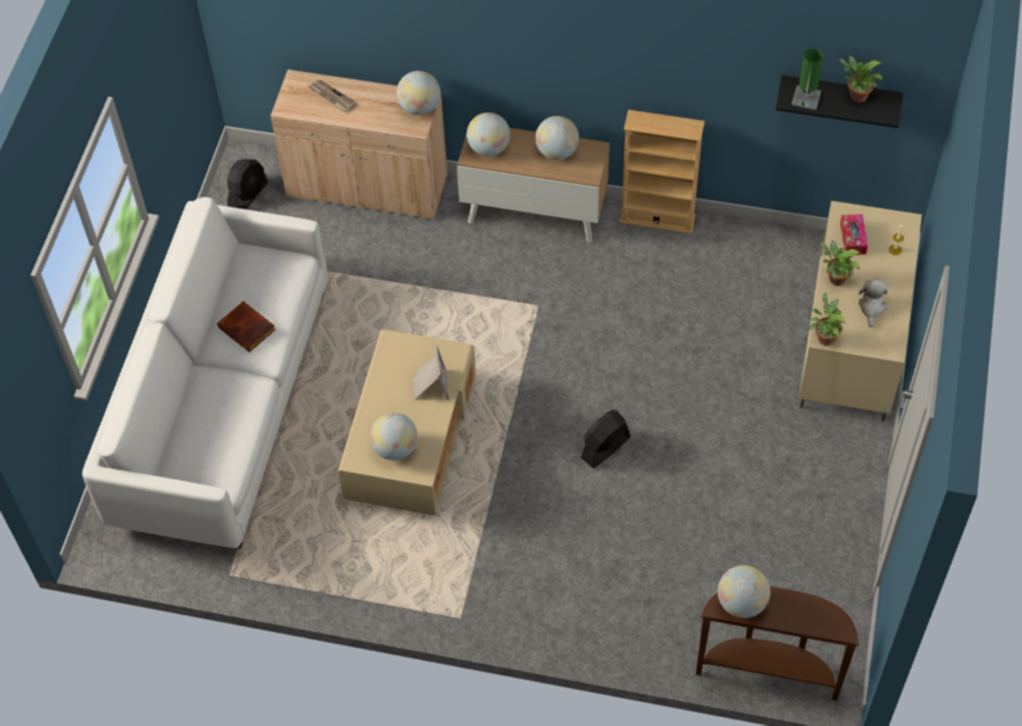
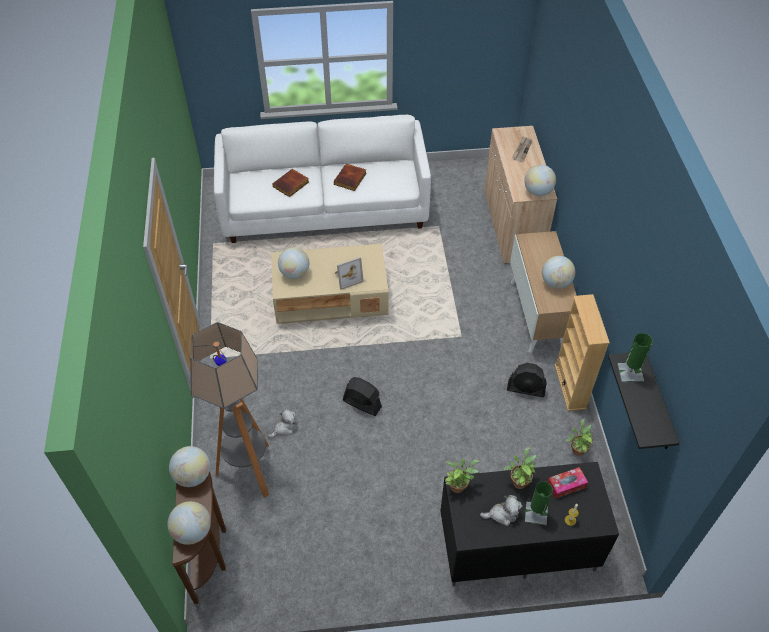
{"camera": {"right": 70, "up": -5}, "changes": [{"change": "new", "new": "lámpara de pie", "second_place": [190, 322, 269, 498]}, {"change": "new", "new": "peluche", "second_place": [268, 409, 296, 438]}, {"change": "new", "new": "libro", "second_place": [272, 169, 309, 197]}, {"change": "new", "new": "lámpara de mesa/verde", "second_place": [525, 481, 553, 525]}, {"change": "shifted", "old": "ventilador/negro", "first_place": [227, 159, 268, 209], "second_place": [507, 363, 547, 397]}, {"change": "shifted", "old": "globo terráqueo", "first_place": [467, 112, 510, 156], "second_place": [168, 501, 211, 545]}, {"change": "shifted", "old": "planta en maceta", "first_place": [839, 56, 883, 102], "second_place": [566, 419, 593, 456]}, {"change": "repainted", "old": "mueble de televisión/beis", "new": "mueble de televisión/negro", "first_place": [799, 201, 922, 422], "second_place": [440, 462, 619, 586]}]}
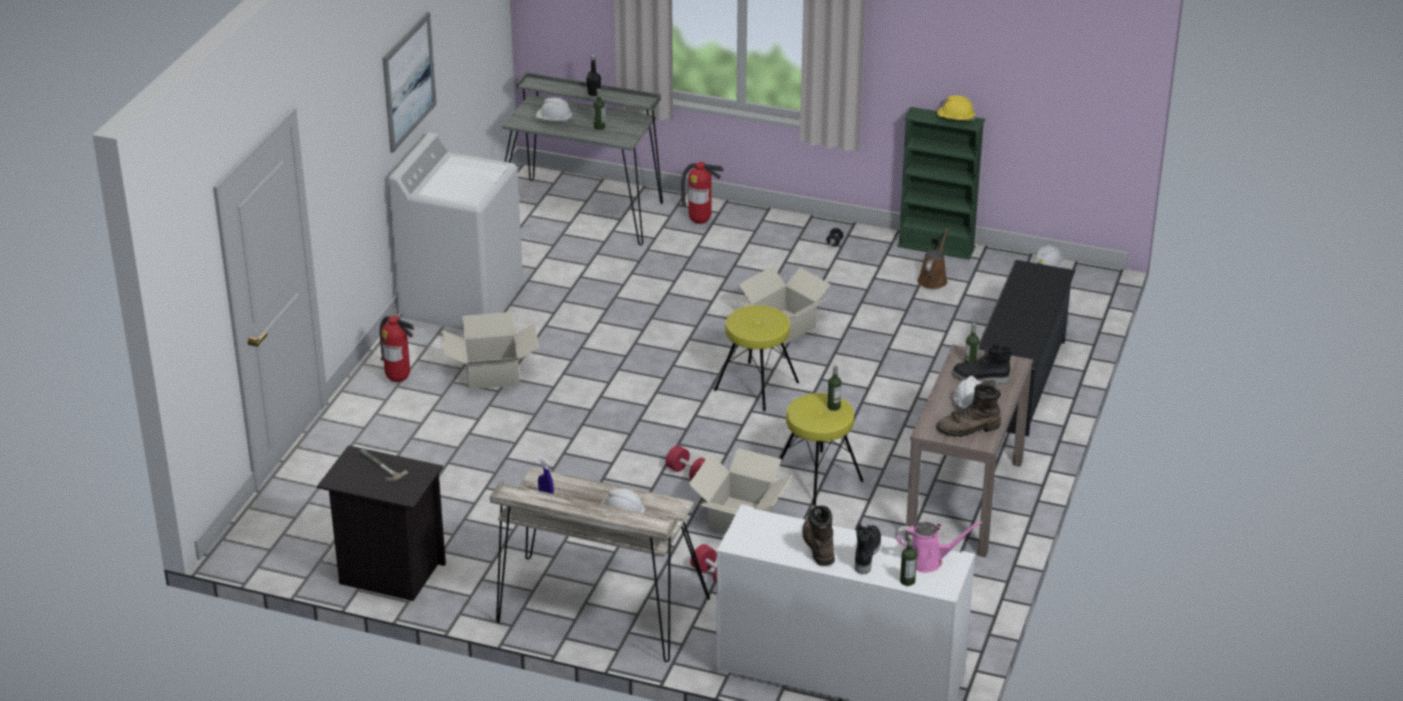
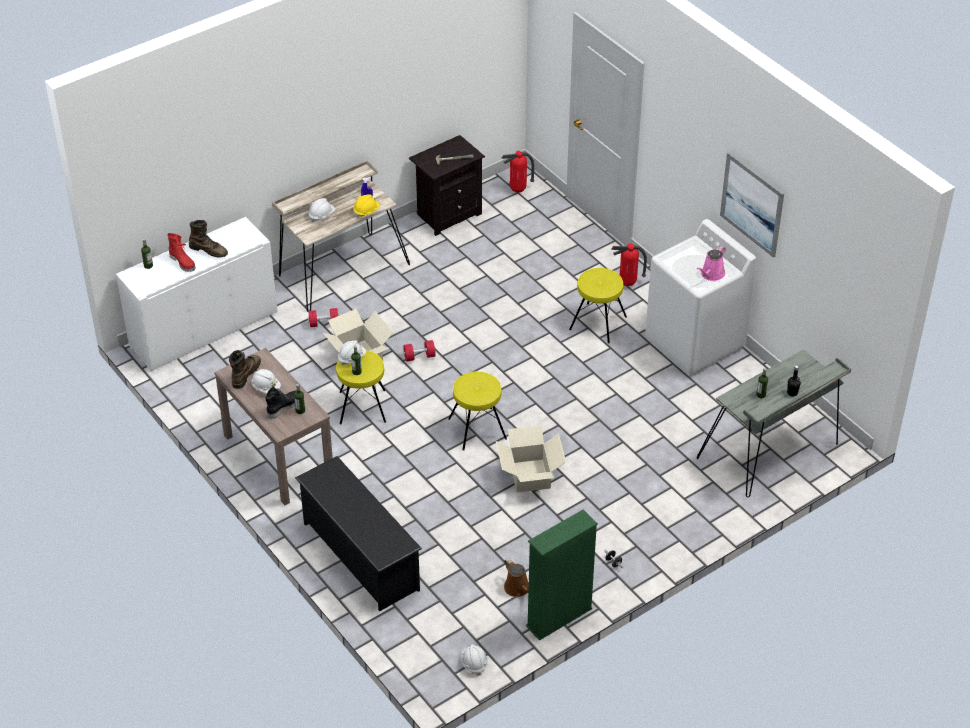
{"camera": {"right": 125, "up": 10}, "changes": [{"change": "shifted", "old": "casco/blanco", "first_place": [536, 97, 573, 122], "second_place": [338, 341, 366, 366]}, {"change": "shifted", "old": "extintor", "first_place": [681, 162, 724, 224], "second_place": [502, 151, 534, 193]}, {"change": "shifted", "old": "regadera/rosa", "first_place": [895, 521, 982, 573], "second_place": [697, 246, 726, 281]}, {"change": "shifted", "old": "casco/amarillo", "first_place": [937, 95, 975, 121], "second_place": [353, 195, 380, 217]}, {"change": "swapped", "old": "caja de cartón", "new": "taburete/amarillo", "first_place": [442, 312, 539, 389], "second_place": [569, 268, 627, 344]}, {"change": "repainted", "old": "bota/negro", "new": "bota/rojo", "first_place": [855, 522, 881, 574], "second_place": [167, 233, 196, 272]}]}
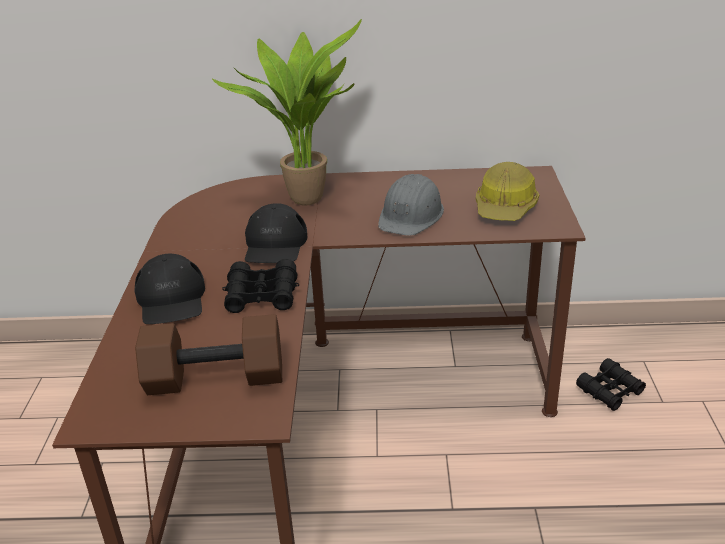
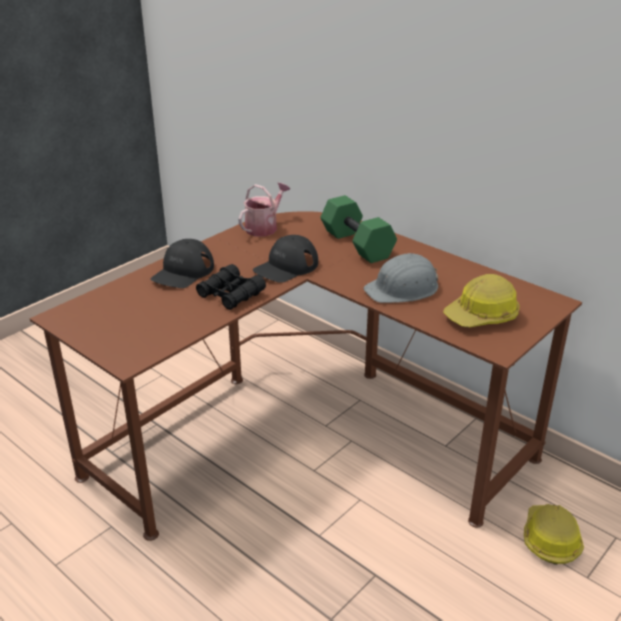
{"camera": {"right": 40, "up": 0}, "changes": [{"change": "gone", "old": "mancuerna/marrón", "first_place": [135, 314, 282, 395]}, {"change": "new", "new": "regadera", "second_place": [238, 183, 290, 236]}, {"change": "swapped", "old": "planta en maceta", "new": "mancuerna/verde", "first_place": [212, 19, 362, 206], "second_place": [320, 195, 397, 263]}, {"change": "swapped", "old": "prismáticos/negro", "new": "casco", "first_place": [576, 358, 646, 411], "second_place": [524, 504, 584, 565]}]}
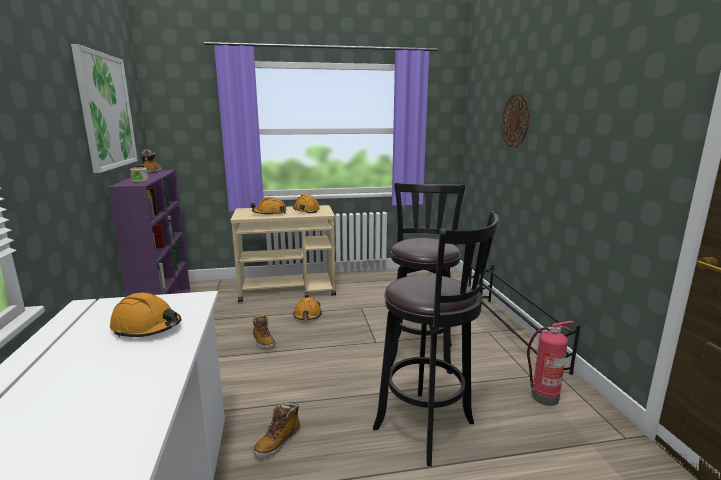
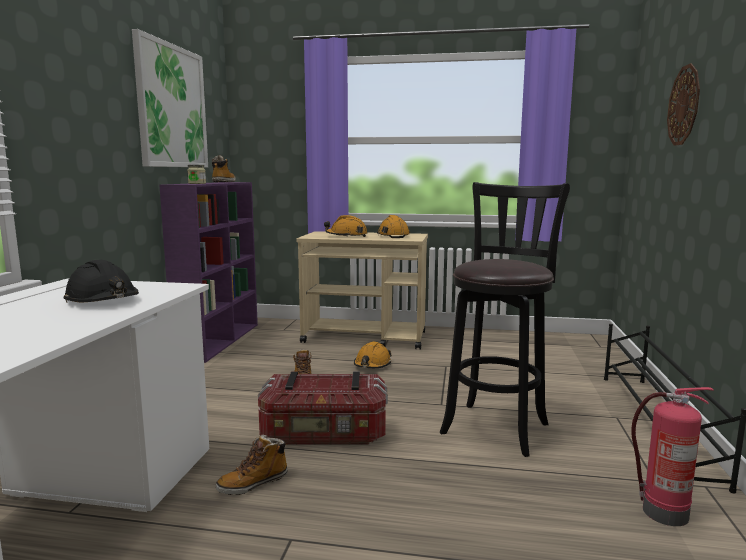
{"camera": {"right": 20, "up": -5}, "changes": [{"change": "gone", "old": "taburete/negro", "first_place": [373, 211, 499, 466]}, {"change": "new", "new": "caja de almacenaje", "second_place": [258, 371, 388, 445]}, {"change": "repainted", "old": "casco/naranja", "new": "casco/negro", "first_place": [110, 293, 182, 338], "second_place": [64, 260, 139, 303]}]}
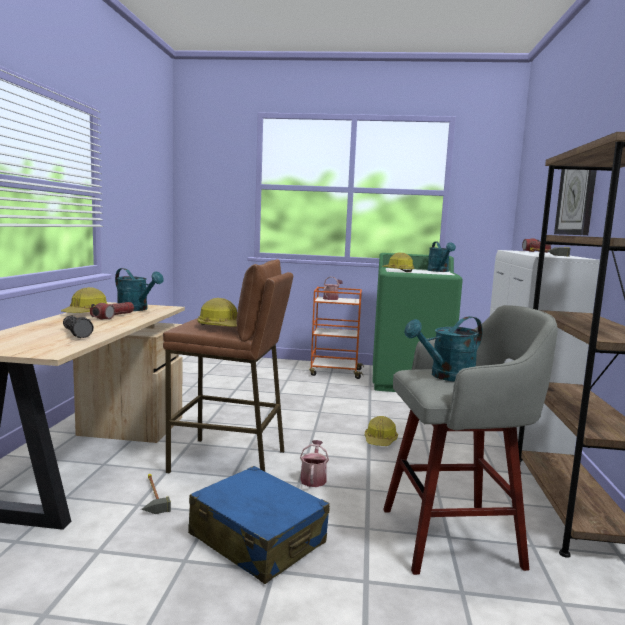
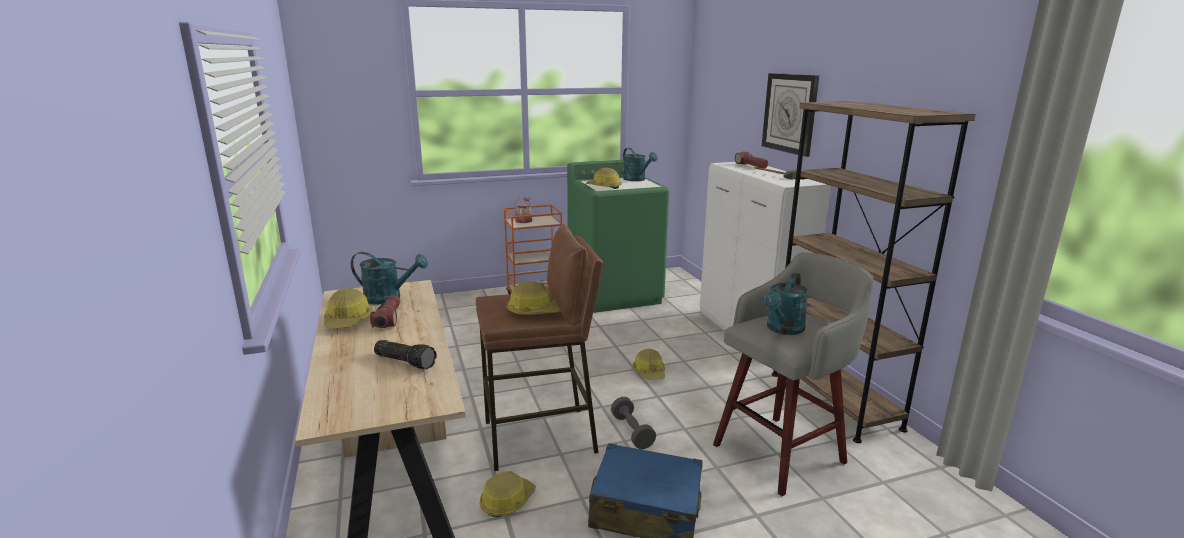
{"camera": {"right": -25, "up": 10}, "changes": [{"change": "swapped", "old": "martillo", "new": "casco", "first_place": [141, 474, 171, 514], "second_place": [480, 471, 536, 517]}, {"change": "swapped", "old": "regadera", "new": "mancuerna/gris", "first_place": [300, 440, 329, 487], "second_place": [611, 397, 656, 449]}]}
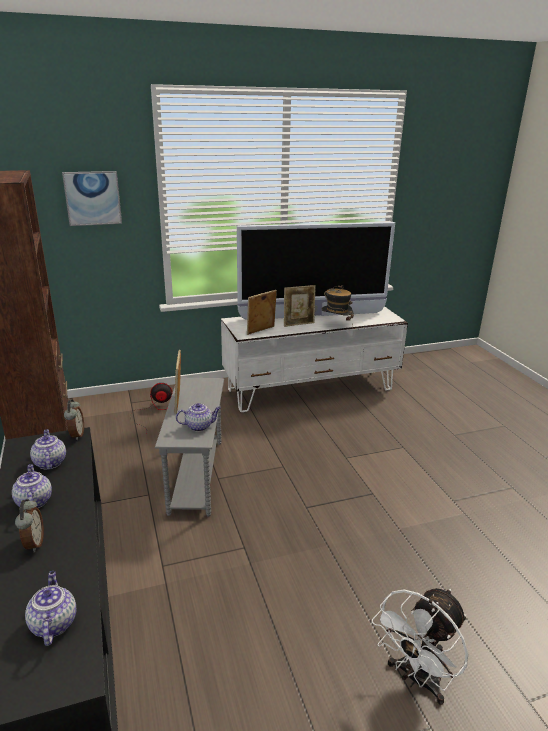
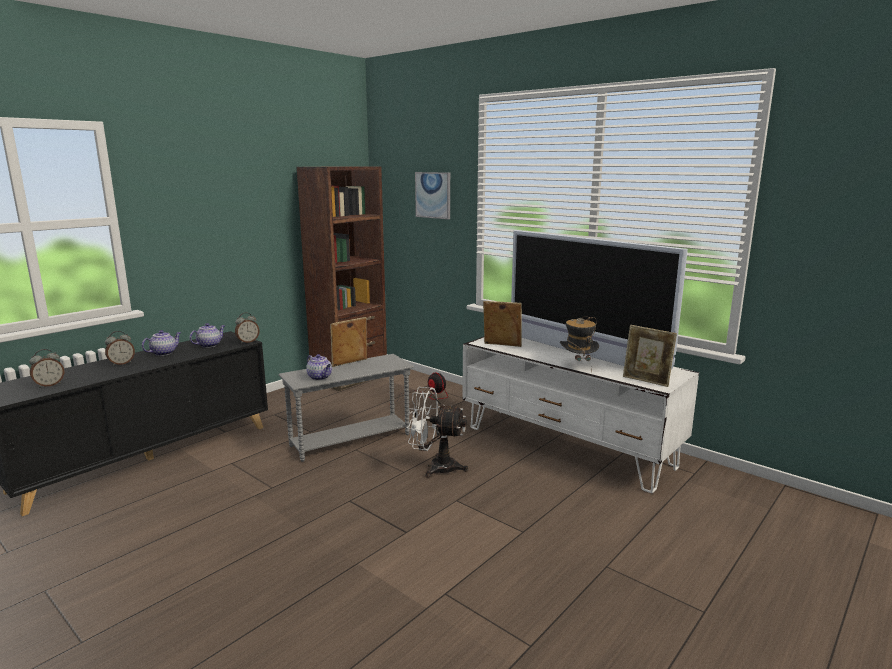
{"camera": {"right": 60, "up": -10}, "changes": [{"change": "shifted", "old": "portarretratos", "first_place": [284, 285, 316, 327], "second_place": [623, 325, 677, 387]}, {"change": "shifted", "old": "ventilador/blanco", "first_place": [372, 588, 468, 705], "second_place": [407, 387, 468, 478]}, {"change": "swapped", "old": "tetera", "new": "despertador", "first_place": [25, 571, 76, 646], "second_place": [29, 349, 64, 388]}]}
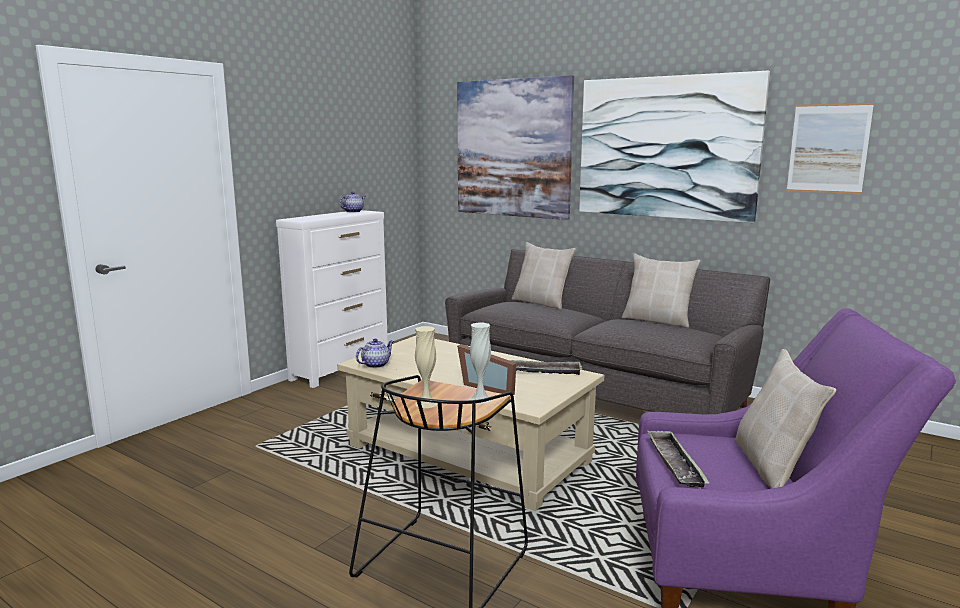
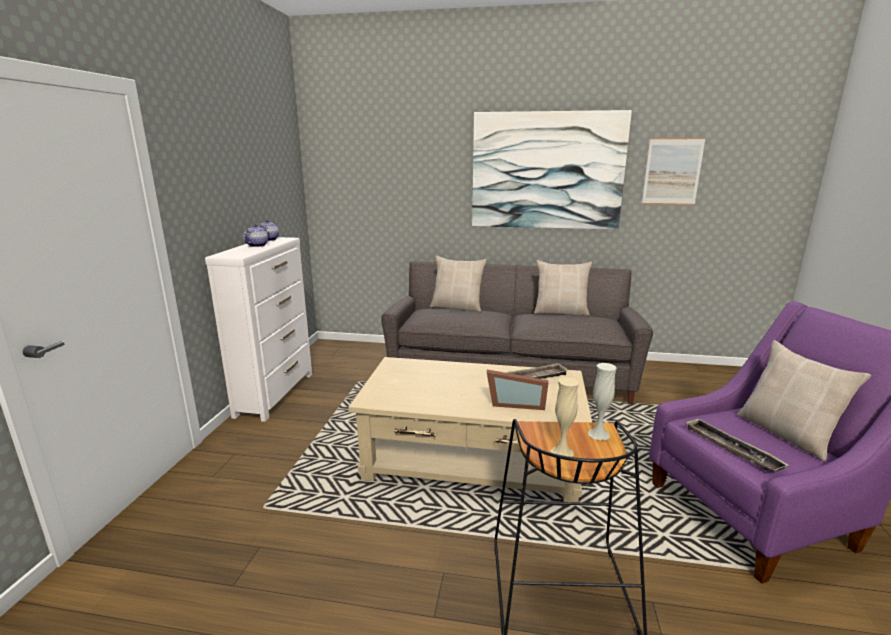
{"camera": {"right": -25, "up": 5}, "changes": [{"change": "gone", "old": "cuadro", "first_place": [457, 75, 574, 220]}, {"change": "shifted", "old": "tetera", "first_place": [356, 339, 394, 368], "second_place": [243, 224, 268, 247]}]}
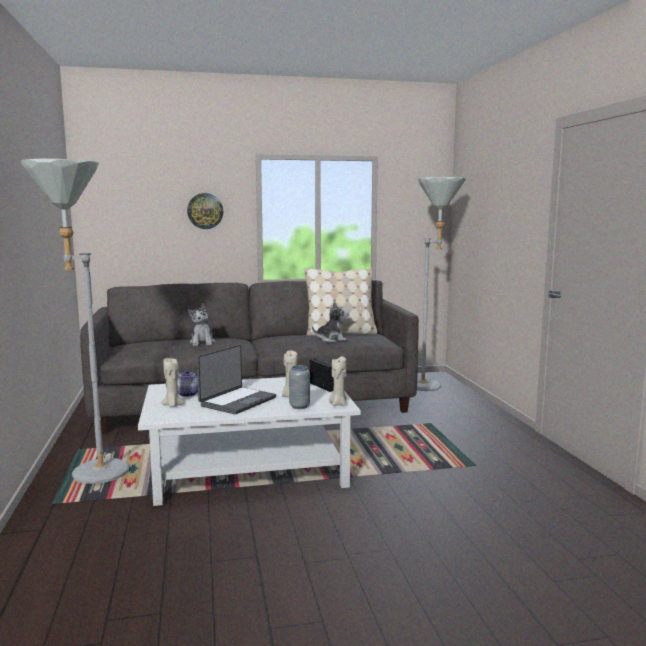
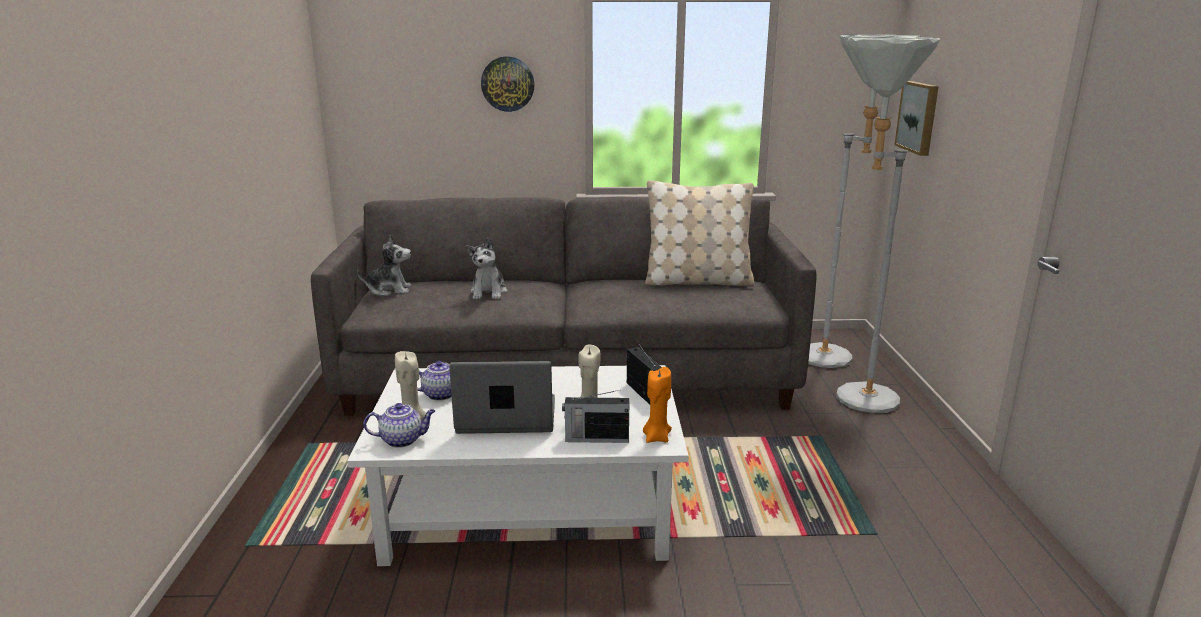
{"camera": {"right": 10, "up": 10}, "changes": [{"change": "new", "new": "tetera", "second_place": [364, 403, 435, 448]}, {"change": "new", "new": "cuadro", "second_place": [895, 81, 939, 156]}, {"change": "shifted", "old": "lámpara de pie/gris", "first_place": [21, 159, 129, 484], "second_place": [836, 37, 940, 413]}, {"change": "shifted", "old": "peluche", "first_place": [312, 301, 349, 342], "second_place": [357, 235, 411, 296]}, {"change": "swapped", "old": "florero/gris", "new": "radio", "first_place": [289, 365, 310, 409], "second_place": [562, 390, 629, 443]}, {"change": "repainted", "old": "vela/beis", "new": "vela/naranja", "first_place": [329, 356, 347, 406], "second_place": [643, 367, 672, 443]}, {"change": "rotated", "old": "portátil", "first_place": [197, 344, 276, 414], "second_place": [449, 361, 555, 434], "degrees": -135}]}
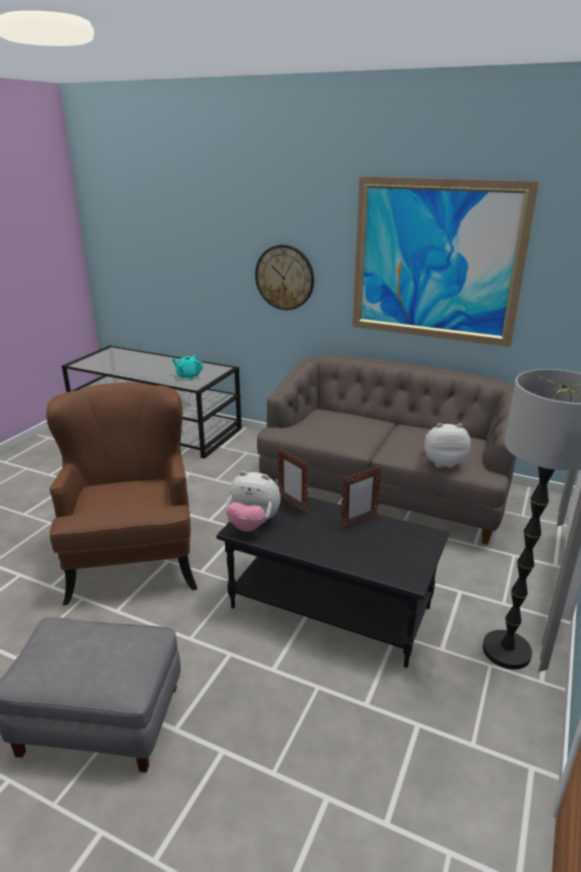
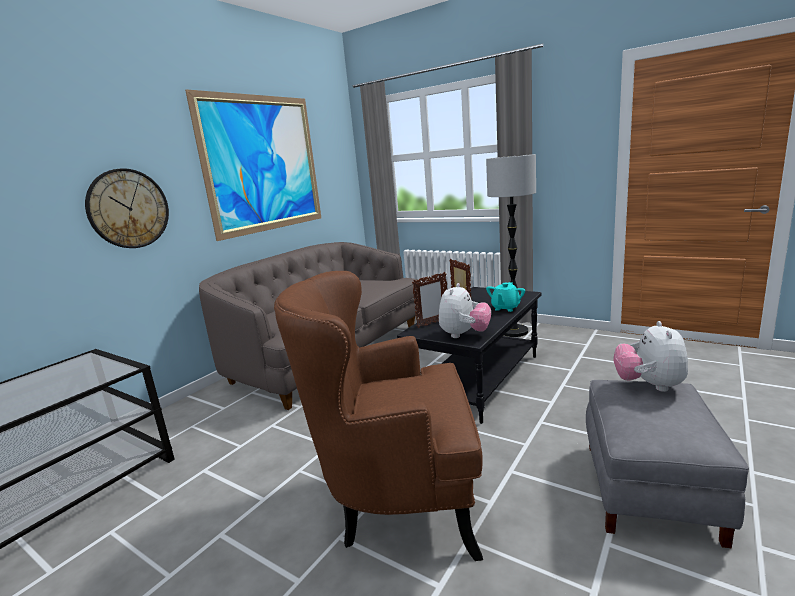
{"camera": {"right": -80, "up": -10}, "changes": [{"change": "shifted", "old": "tetera/turquesa", "first_place": [172, 355, 204, 380], "second_place": [486, 282, 525, 312]}, {"change": "shifted", "old": "peluche", "first_place": [424, 423, 471, 468], "second_place": [613, 321, 688, 392]}]}
